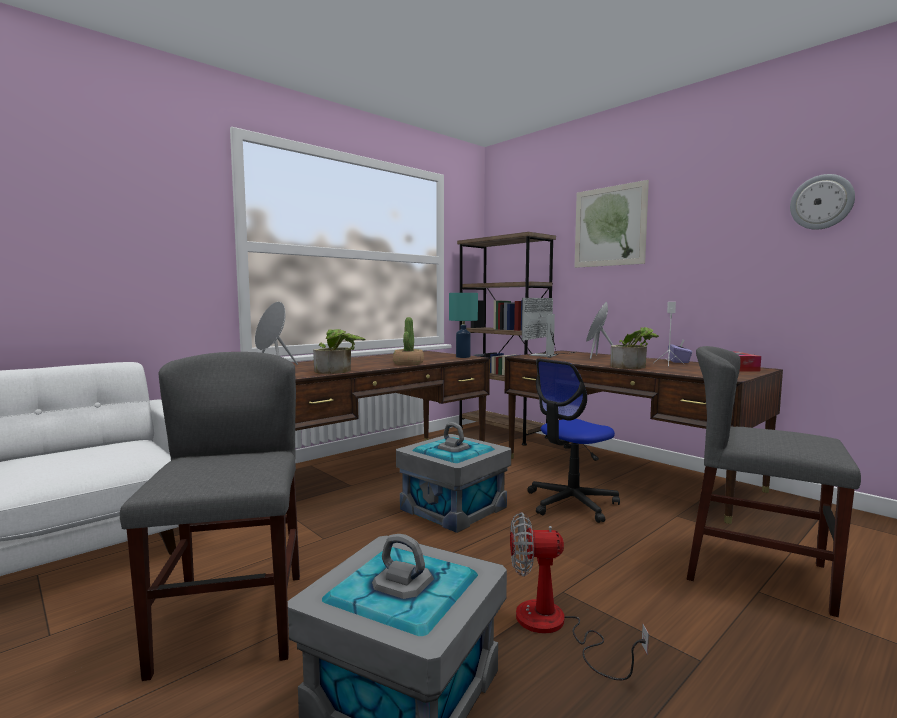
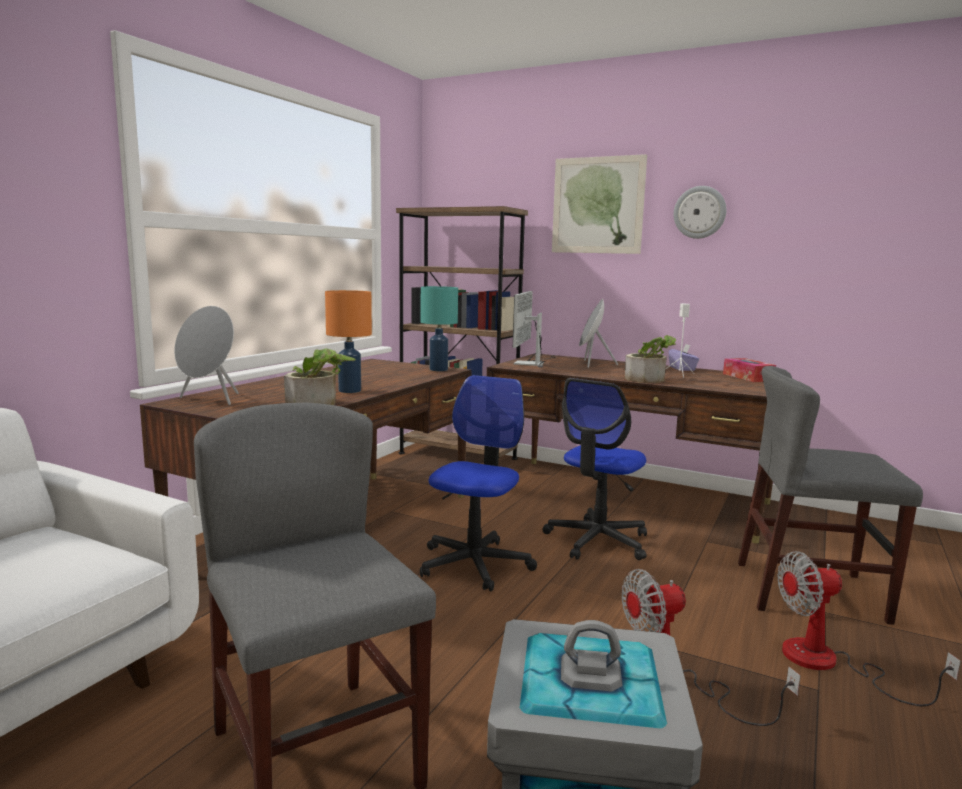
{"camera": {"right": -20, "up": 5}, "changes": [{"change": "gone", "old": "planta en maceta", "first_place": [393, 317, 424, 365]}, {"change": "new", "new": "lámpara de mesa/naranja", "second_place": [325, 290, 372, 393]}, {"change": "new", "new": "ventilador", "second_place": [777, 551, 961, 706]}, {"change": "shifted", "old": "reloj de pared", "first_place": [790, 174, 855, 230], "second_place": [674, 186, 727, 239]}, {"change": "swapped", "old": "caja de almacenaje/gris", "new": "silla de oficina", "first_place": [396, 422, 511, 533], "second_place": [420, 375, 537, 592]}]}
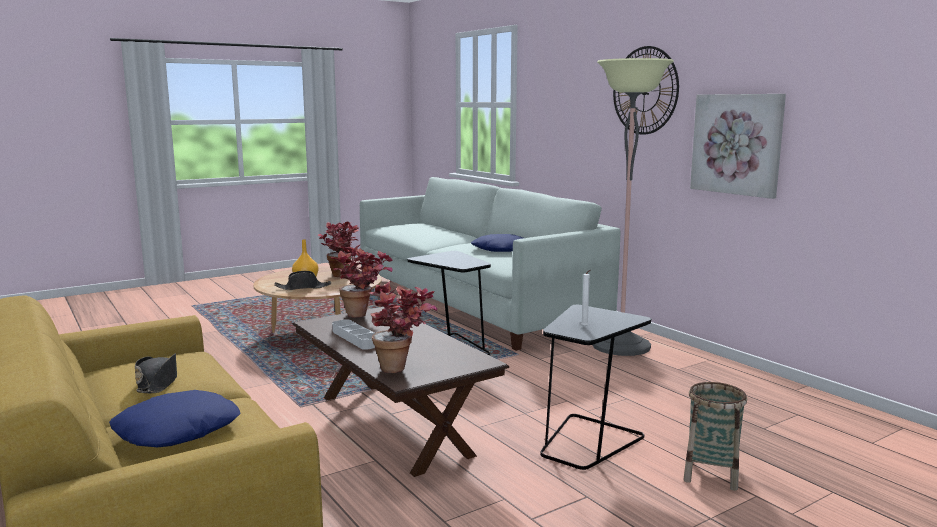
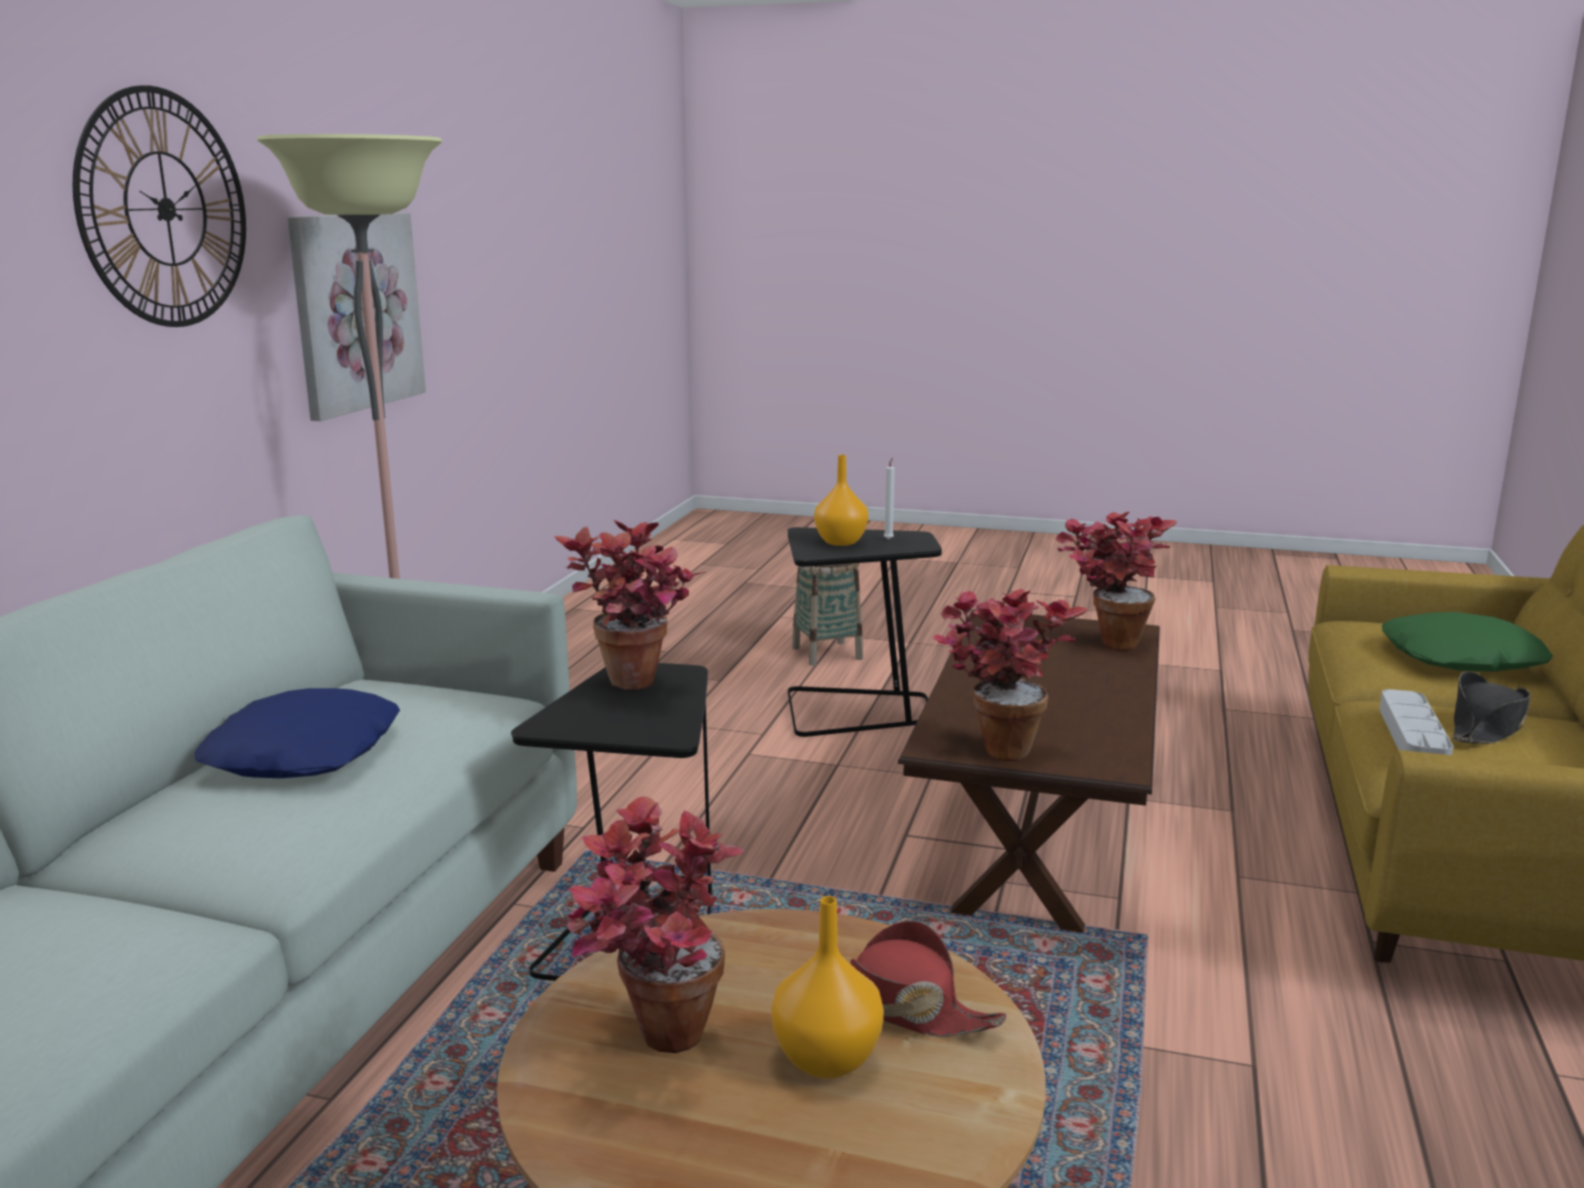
{"camera": {"right": -130, "up": 5}, "changes": [{"change": "new", "new": "planta en maceta", "second_place": [555, 520, 706, 690]}, {"change": "new", "new": "florero/naranja", "second_place": [814, 455, 869, 546]}, {"change": "shifted", "old": "bandeja/gris", "first_place": [332, 319, 375, 350], "second_place": [1379, 689, 1453, 755]}, {"change": "repainted", "old": "cojín/azul", "new": "cojín/verde", "first_place": [109, 390, 241, 447], "second_place": [1382, 612, 1553, 672]}, {"change": "repainted", "old": "sombrero/negro", "new": "sombrero/rojo", "first_place": [274, 271, 331, 290], "second_place": [850, 920, 1007, 1037]}]}
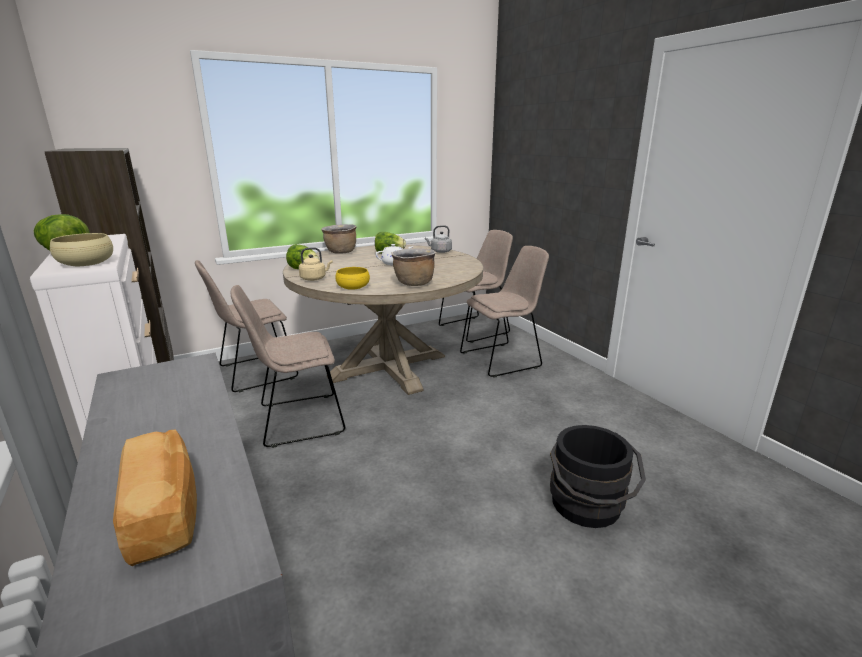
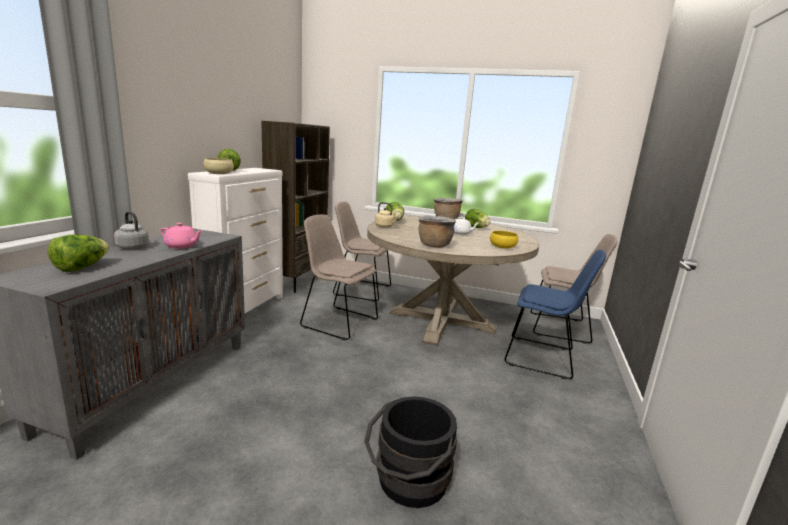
{"camera": {"right": 45, "up": -5}, "changes": [{"change": "new", "new": "tetera/rosa", "second_place": [160, 223, 202, 249]}, {"change": "shifted", "old": "cuenco/amarillo", "first_place": [335, 267, 370, 290], "second_place": [490, 231, 518, 249]}, {"change": "shifted", "old": "hervidor/gris", "first_place": [425, 225, 452, 253], "second_place": [114, 211, 149, 250]}, {"change": "swapped", "old": "pan", "new": "lechuga", "first_place": [113, 429, 197, 566], "second_place": [47, 235, 109, 272]}, {"change": "repainted", "old": "silla/beis", "new": "silla/azul", "first_place": [460, 246, 549, 378], "second_place": [504, 249, 606, 379]}]}
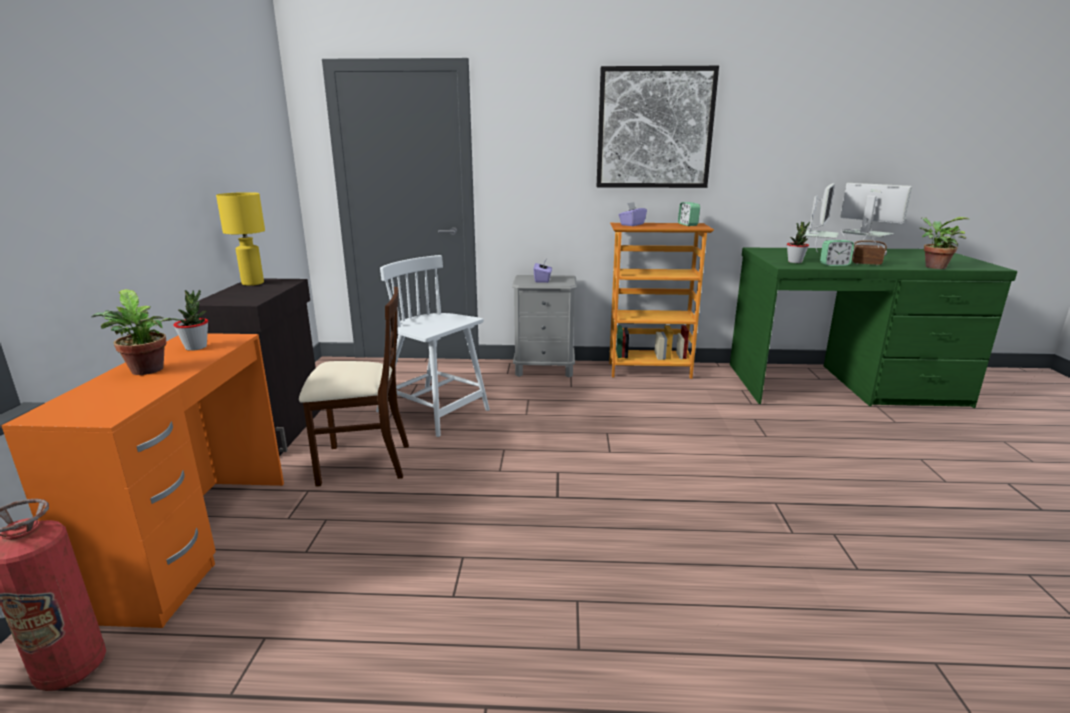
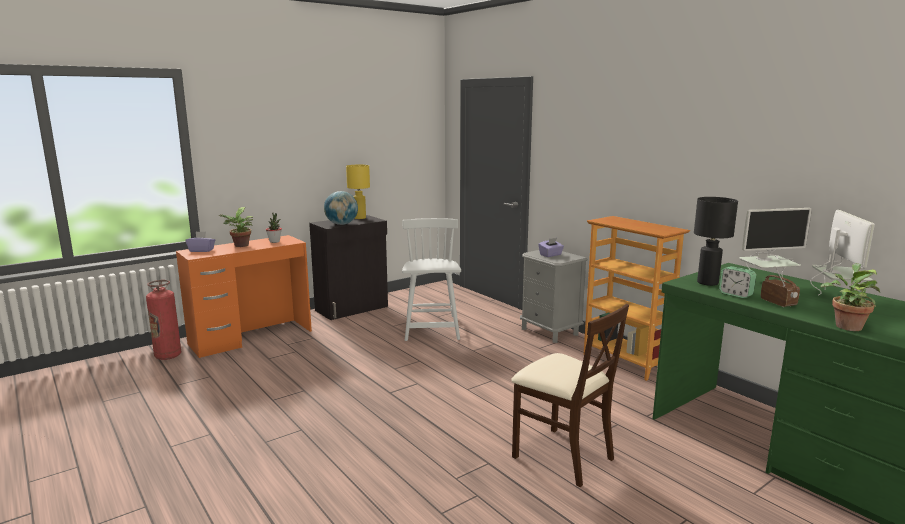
{"camera": {"right": 50, "up": -5}, "changes": [{"change": "gone", "old": "cuadro", "first_place": [597, 66, 719, 188]}, {"change": "gone", "old": "despertador", "first_place": [678, 202, 700, 226]}, {"change": "new", "new": "globo terráqueo", "second_place": [324, 191, 358, 225]}, {"change": "shifted", "old": "silla/beis", "first_place": [299, 287, 409, 487], "second_place": [511, 304, 629, 487]}, {"change": "shifted", "old": "caja de pañuelos/morado", "first_place": [619, 202, 647, 226], "second_place": [185, 232, 215, 252]}, {"change": "swapped", "old": "planta en maceta", "new": "lámpara de mesa/negro", "first_place": [787, 221, 810, 263], "second_place": [694, 197, 738, 286]}]}
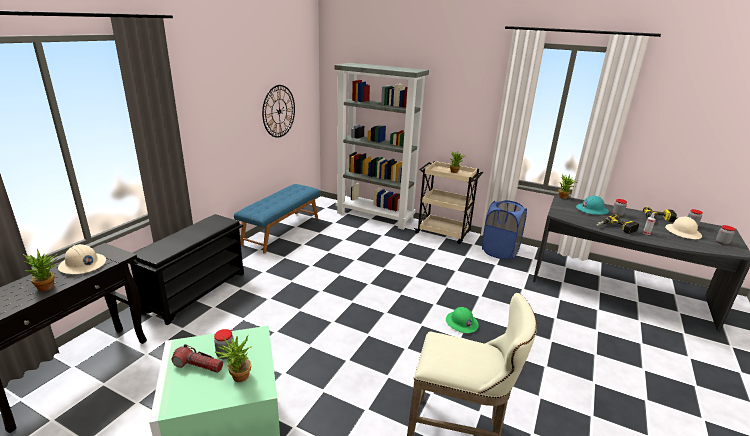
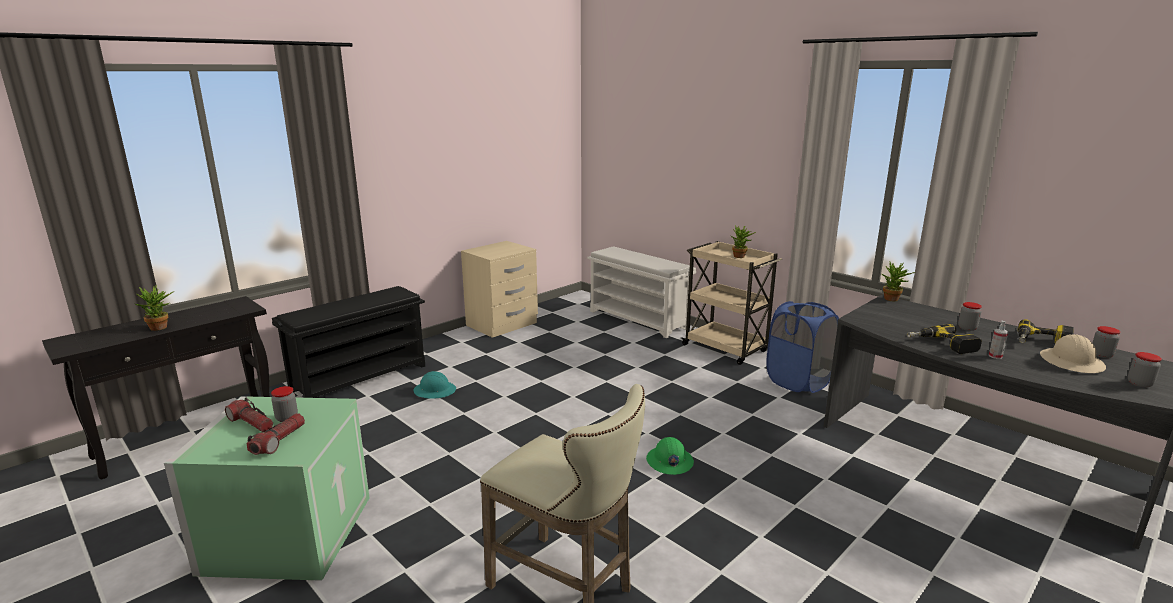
{"camera": {"right": 20, "up": -5}, "changes": [{"change": "gone", "old": "casco/beis", "first_place": [58, 244, 106, 274]}, {"change": "gone", "old": "reloj de pared", "first_place": [262, 85, 295, 138]}, {"change": "shifted", "old": "casco/turquesa", "first_place": [576, 196, 609, 215], "second_place": [414, 371, 456, 399]}, {"change": "swapped", "old": "planta en maceta", "new": "linterna", "first_place": [215, 336, 252, 382], "second_place": [246, 413, 305, 455]}, {"change": "swapped", "old": "banco/azul", "new": "mesita de noche/beis", "first_place": [234, 184, 321, 254], "second_place": [461, 241, 538, 338]}, {"change": "swapped", "old": "estantería/gris", "new": "zapatero/blanco", "first_place": [334, 63, 429, 230], "second_place": [587, 246, 696, 338]}]}
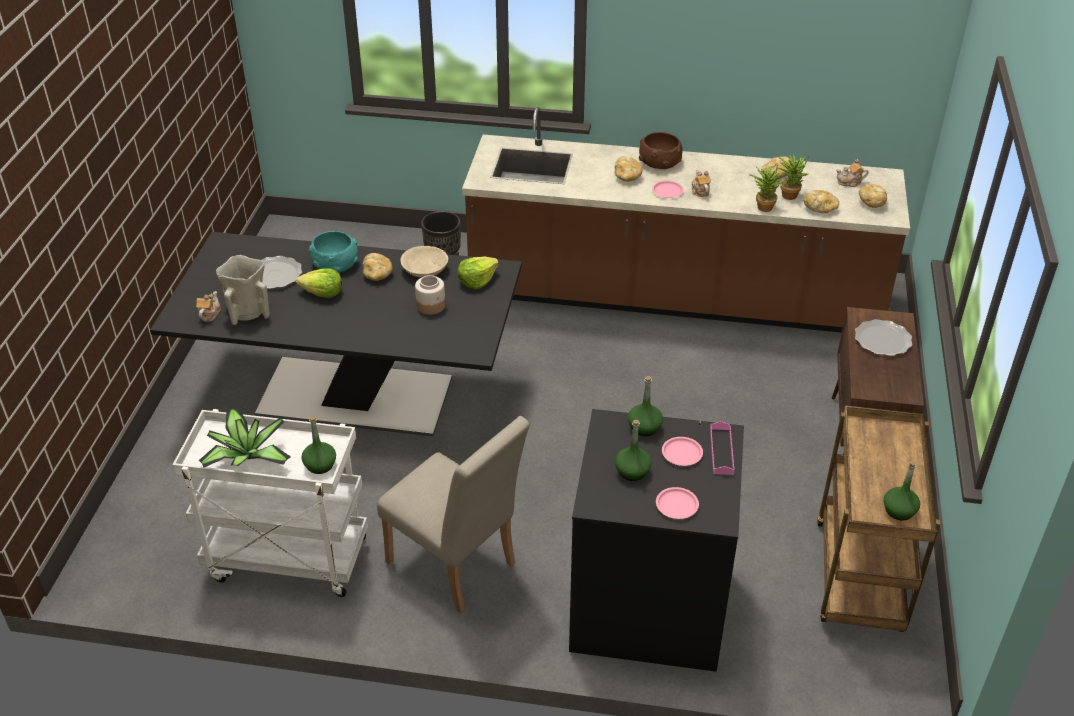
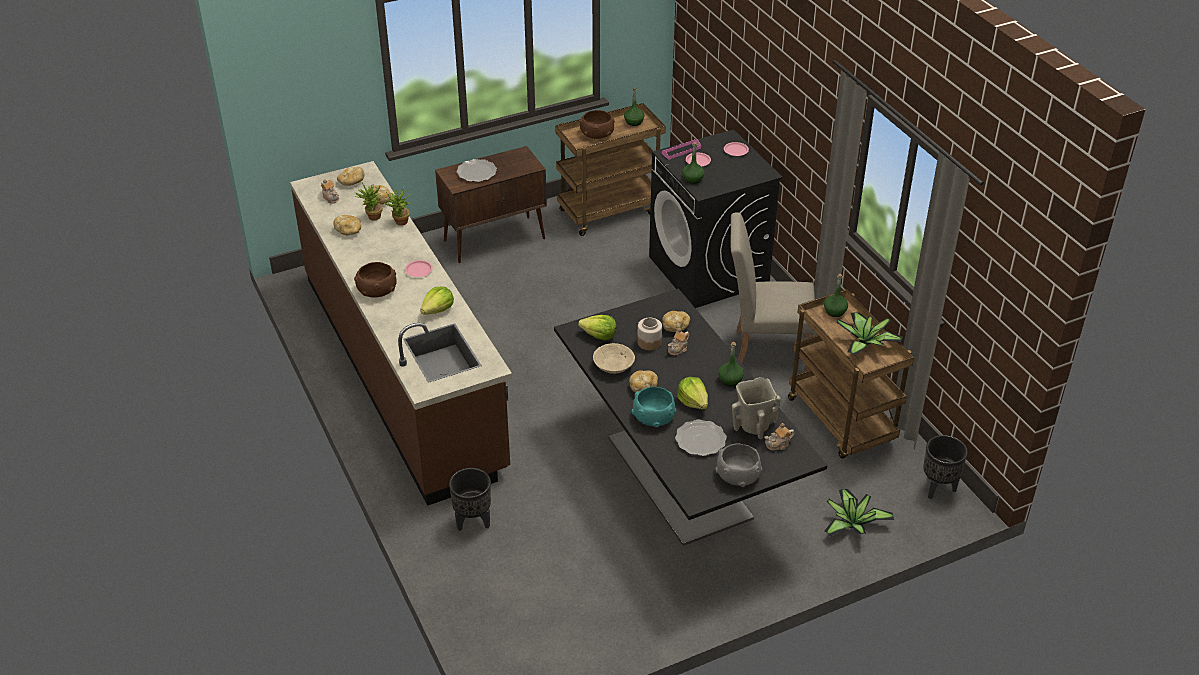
{"camera": {"right": -125, "up": 0}, "changes": [{"change": "new", "new": "lechuga", "second_place": [420, 286, 454, 315]}, {"change": "new", "new": "cuenco/marrón", "second_place": [579, 110, 615, 139]}, {"change": "new", "new": "cuenco/gris", "second_place": [716, 443, 762, 487]}, {"change": "new", "new": "planta en maceta", "second_place": [825, 489, 894, 537]}, {"change": "new", "new": "maceta/negro", "second_place": [923, 435, 968, 499]}, {"change": "shifted", "old": "pan", "first_place": [614, 156, 642, 182], "second_place": [662, 311, 690, 332]}, {"change": "shifted", "old": "botella/verde", "first_place": [615, 420, 652, 481], "second_place": [718, 342, 744, 386]}, {"change": "shifted", "old": "tetera", "first_place": [692, 170, 711, 197], "second_place": [668, 328, 689, 356]}, {"change": "repainted", "old": "carrito/blanco", "new": "carrito/marrón", "first_place": [172, 409, 368, 597], "second_place": [788, 289, 914, 459]}, {"change": "rotated", "old": "silla/beis", "first_place": [377, 416, 530, 613], "second_place": [731, 212, 815, 371], "degrees": -90}]}
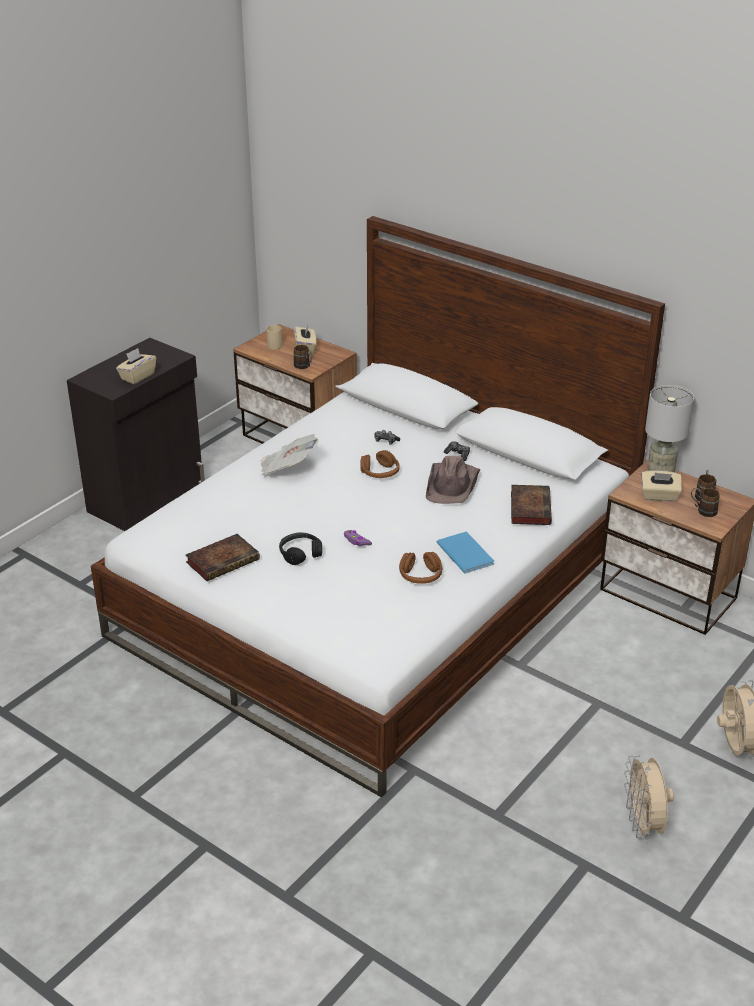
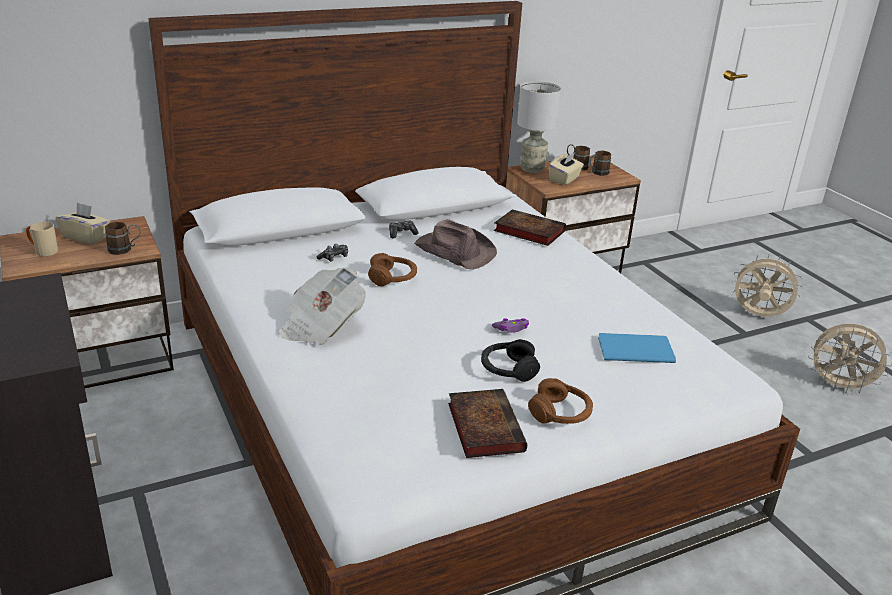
{"camera": {"right": -65, "up": -5}, "changes": [{"change": "gone", "old": "caja de pañuelos/beis", "first_place": [116, 348, 156, 384]}, {"change": "shifted", "old": "auriculares/marrón", "first_place": [399, 552, 442, 584], "second_place": [528, 378, 593, 424]}, {"change": "shifted", "old": "libro/azul", "first_place": [436, 532, 494, 573], "second_place": [598, 333, 676, 363]}]}
